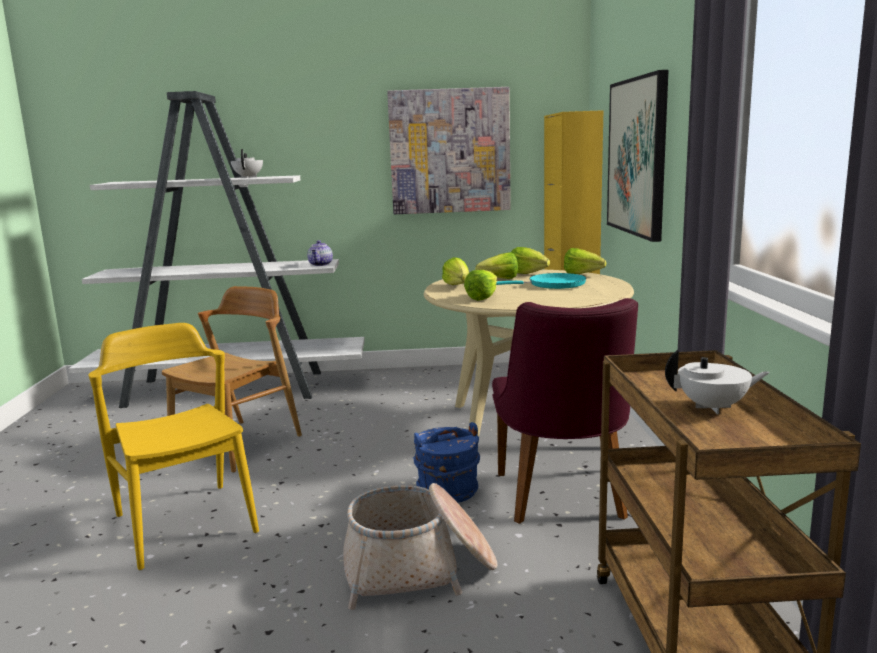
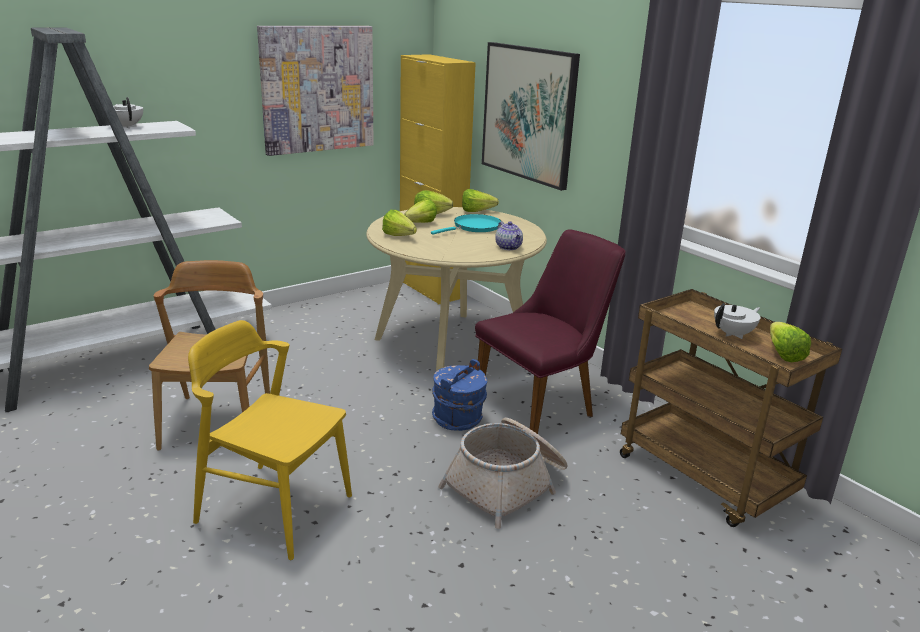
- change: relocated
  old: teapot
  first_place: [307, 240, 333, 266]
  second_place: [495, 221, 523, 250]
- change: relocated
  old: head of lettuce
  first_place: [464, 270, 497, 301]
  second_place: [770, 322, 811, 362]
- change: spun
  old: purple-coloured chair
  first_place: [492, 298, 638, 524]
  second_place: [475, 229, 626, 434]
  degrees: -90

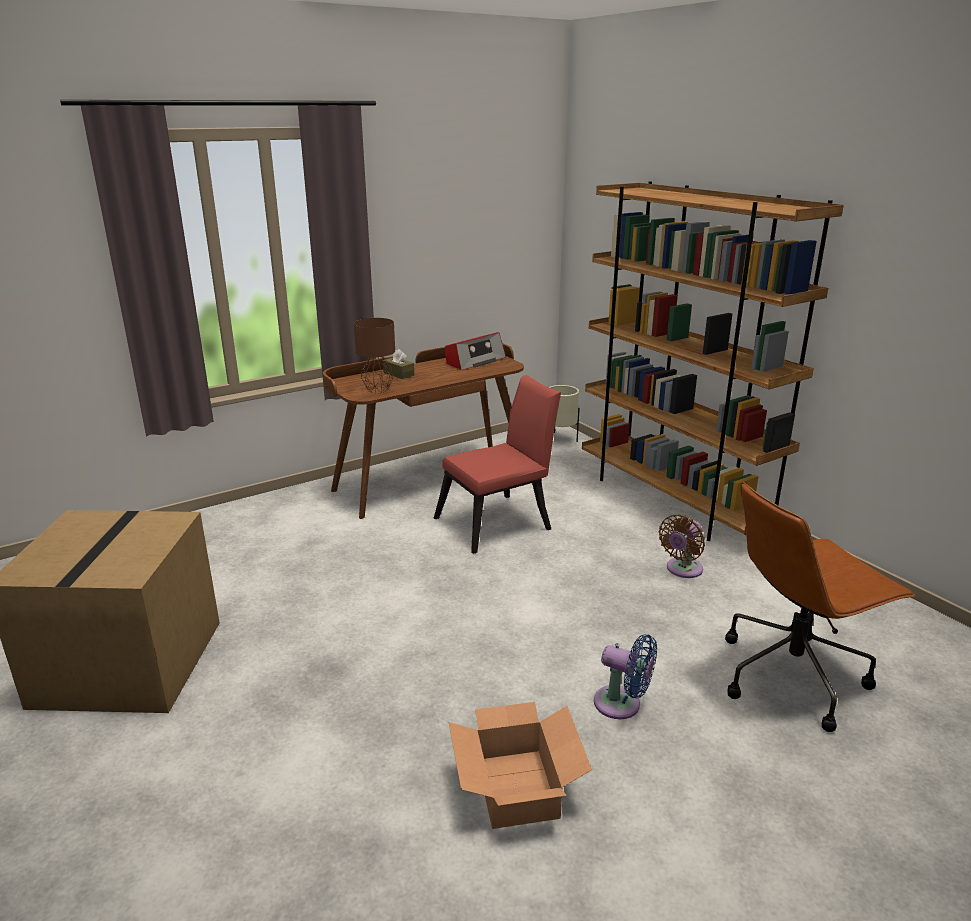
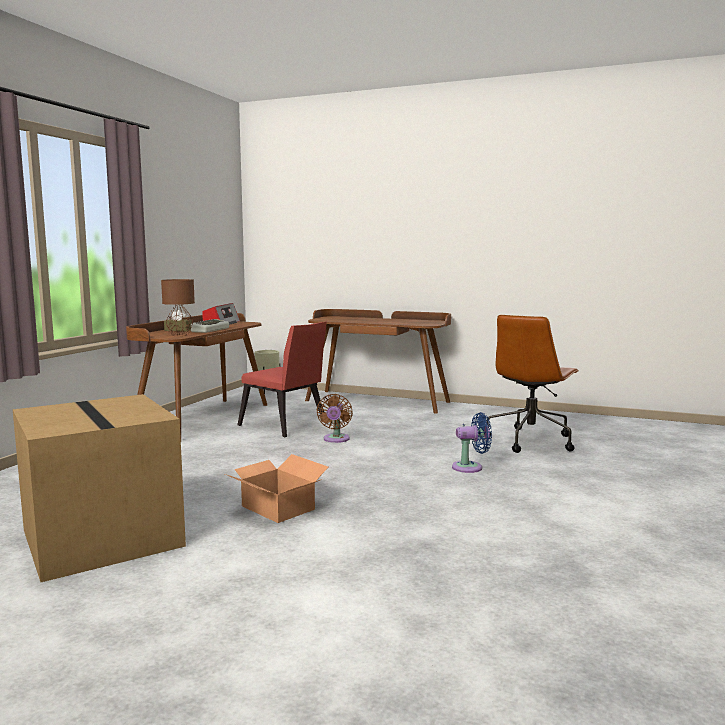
- change: exchanged
  old: brown shelving unit
  new: brown desk table
  first_place: [582, 181, 844, 541]
  second_place: [305, 309, 451, 414]
- change: spun
  old: reddish chair
  first_place: [434, 375, 561, 554]
  second_place: [238, 321, 327, 437]
  degrees: 105
- change: relocated
  old: brown electric fan
  first_place: [659, 515, 705, 578]
  second_place: [317, 394, 353, 443]
- change: relocated
  old: carton
  first_place: [449, 702, 592, 829]
  second_place: [225, 454, 328, 523]
- change: appeared
  new: keyboard
  second_place: [191, 319, 229, 333]

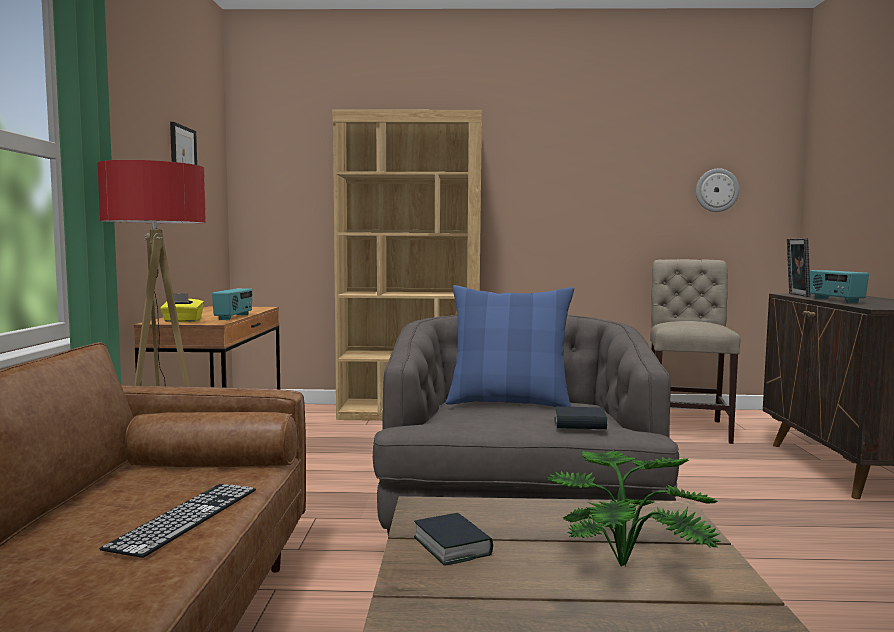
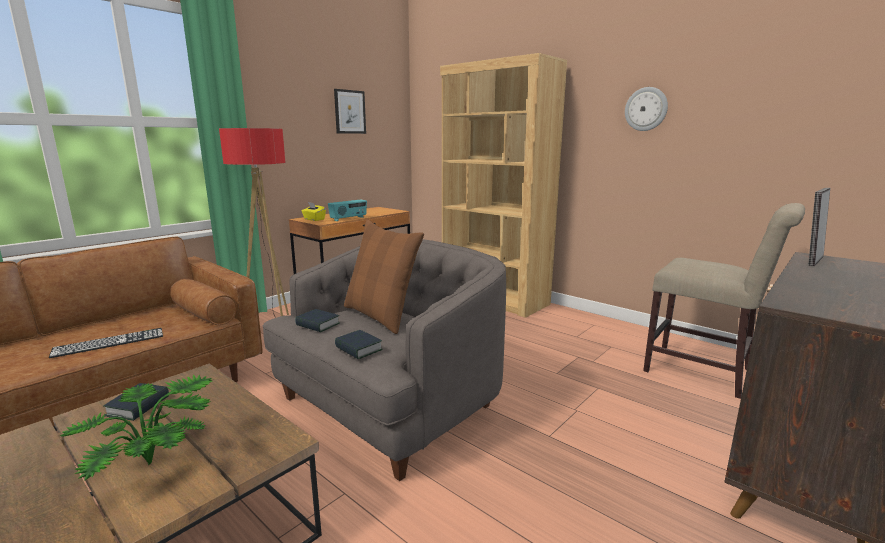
- change: relocated
  old: wall clock
  first_place: [696, 168, 739, 212]
  second_place: [625, 87, 668, 131]
- change: spun
  old: beige chair
  first_place: [650, 259, 740, 444]
  second_place: [643, 203, 805, 399]
  degrees: 75
- change: missing
  old: radio set
  first_place: [810, 270, 869, 303]
- change: colour
  old: blue throw pillow
  new: brown throw pillow
  first_place: [446, 285, 574, 407]
  second_place: [344, 220, 424, 334]
- change: appeared
  new: book
  second_place: [295, 309, 340, 332]

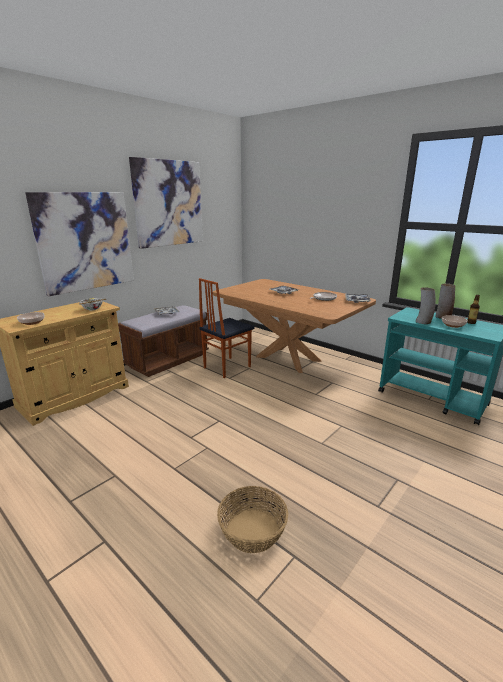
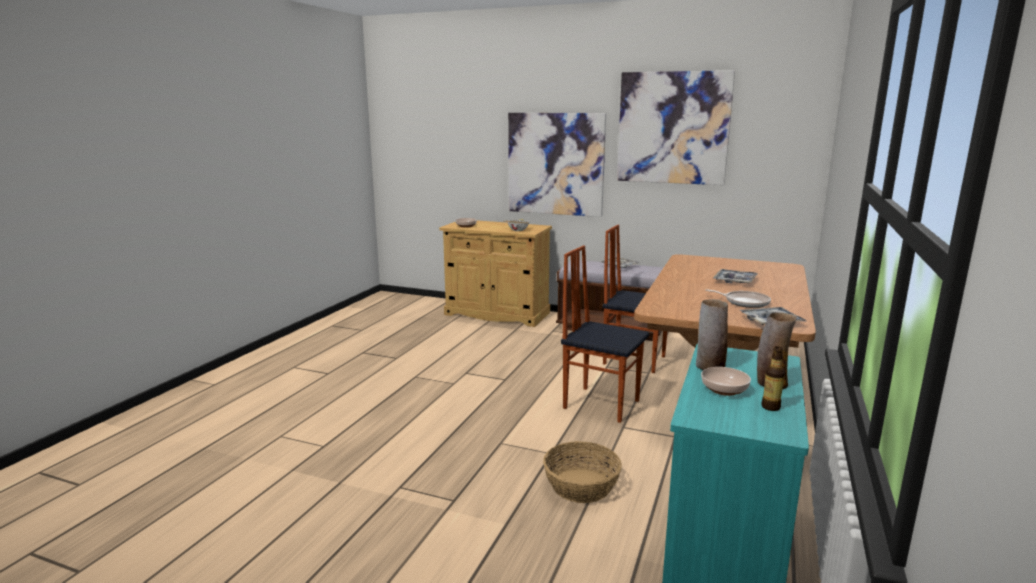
- change: relocated
  old: basket
  first_place: [217, 486, 288, 553]
  second_place: [543, 441, 622, 503]
- change: appeared
  new: chair
  second_place: [561, 245, 649, 423]

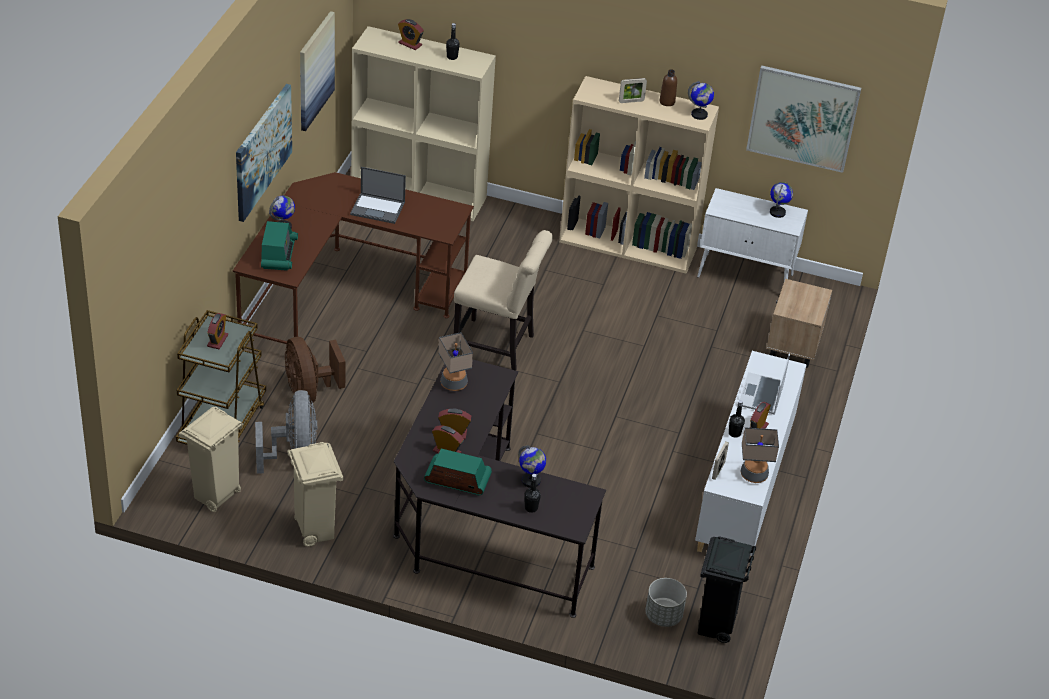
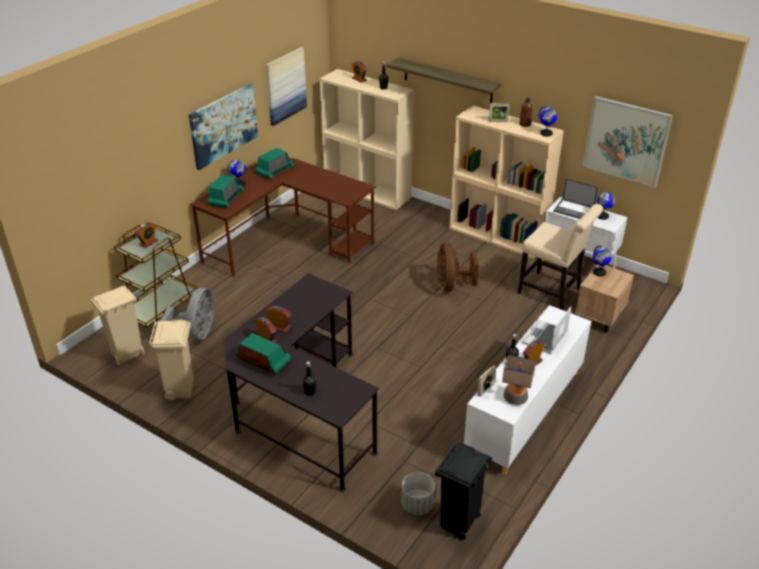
- change: relocated
  old: laptop
  first_place: [350, 167, 406, 224]
  second_place: [553, 179, 598, 219]
- change: relocated
  old: beige chair
  first_place: [452, 230, 553, 371]
  second_place: [518, 204, 603, 310]
- change: missing
  old: tabletop lamp
  first_place: [438, 332, 473, 391]
- change: relocated
  old: brown electric fan
  first_place: [285, 337, 345, 403]
  second_place: [437, 243, 479, 291]
- change: relocated
  old: world globe
  first_place: [519, 445, 546, 488]
  second_place: [593, 245, 612, 276]
- change: appeared
  new: bracket shelf
  second_place: [387, 57, 501, 103]
- change: appeared
  new: radio set
  second_place: [255, 148, 295, 179]

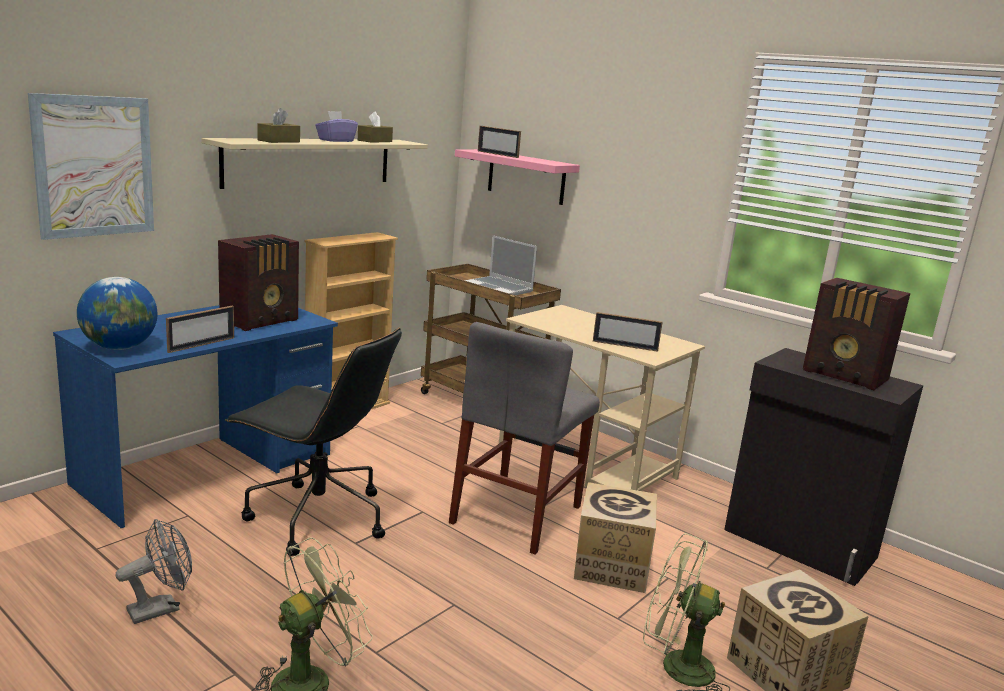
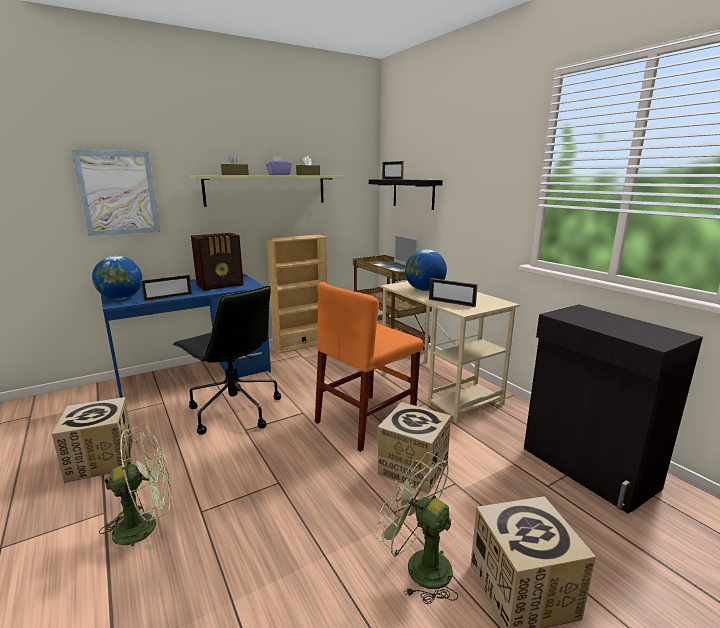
- change: colour
  old: pinkish bracket shelf
  new: blackish bracket shelf
  first_place: [455, 149, 580, 205]
  second_place: [369, 179, 443, 210]
- change: missing
  old: radio set
  first_place: [803, 278, 910, 390]
- change: colour
  old: gray chair
  new: orange chair
  first_place: [449, 322, 600, 554]
  second_place: [315, 282, 423, 452]
- change: exchanged
  old: gray electric fan
  new: carton
  first_place: [115, 519, 192, 624]
  second_place: [52, 397, 133, 483]
- change: appeared
  new: world globe
  second_place: [405, 249, 447, 291]

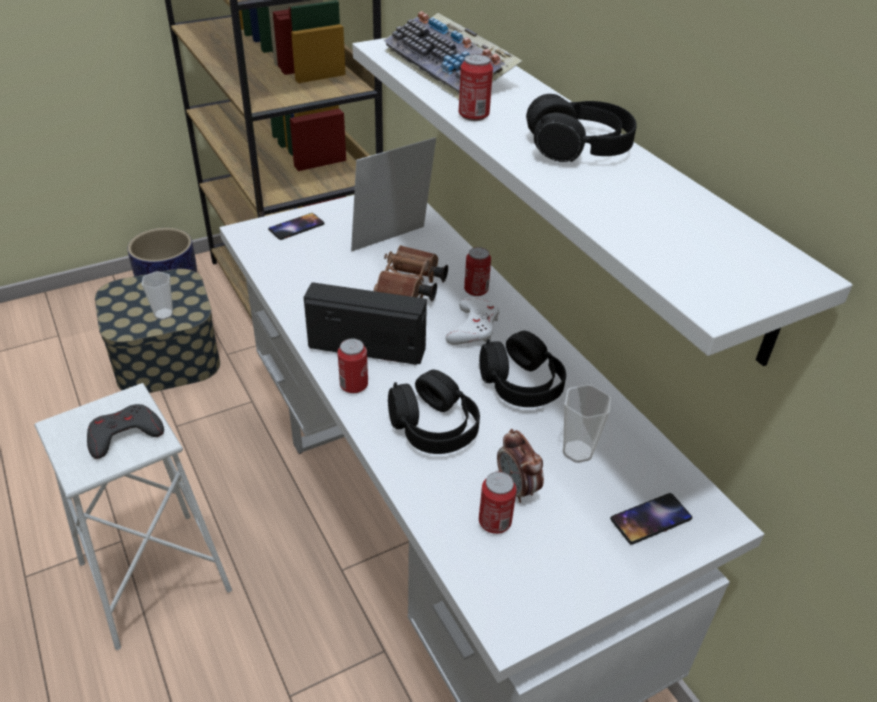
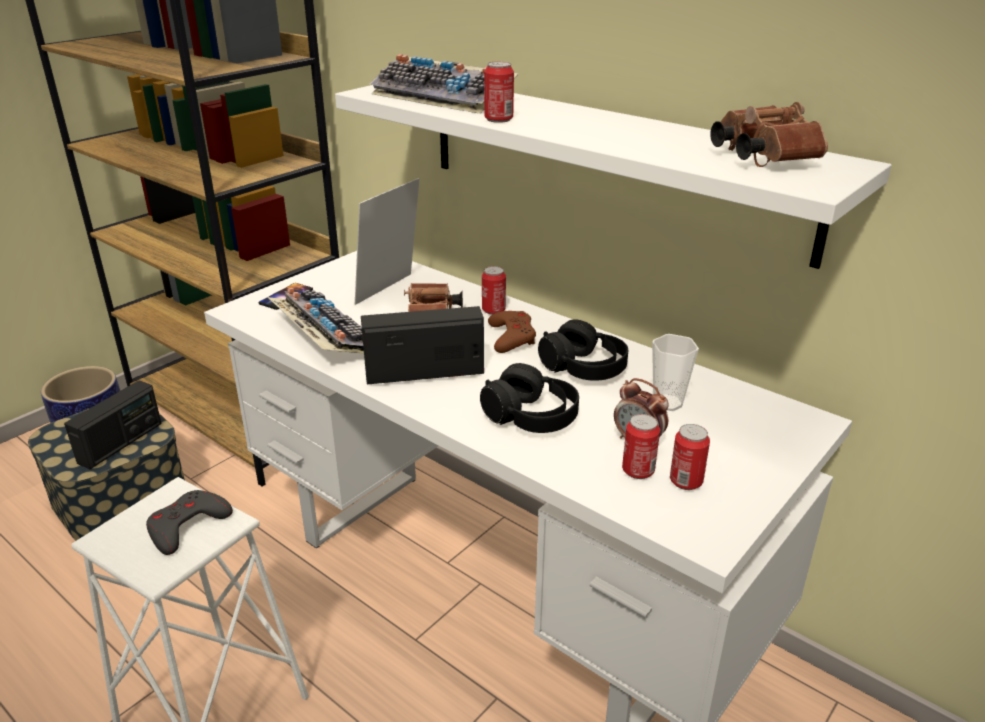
- change: missing
  old: blackish pair of headphones
  first_place: [526, 94, 636, 162]
- change: exchanged
  old: cup
  new: radio set
  first_place: [142, 271, 173, 320]
  second_place: [64, 380, 162, 469]
- change: colour
  old: whitish game controller
  new: brown game controller
  first_place: [446, 297, 499, 345]
  second_place: [488, 311, 536, 353]
- change: relocated
  old: can
  first_place: [338, 338, 368, 394]
  second_place: [670, 424, 710, 490]
- change: missing
  old: telephone
  first_place: [610, 493, 692, 545]
- change: appeared
  new: brown field glasses
  second_place: [710, 102, 828, 167]
- change: appeared
  new: keyboard
  second_place: [268, 288, 364, 354]

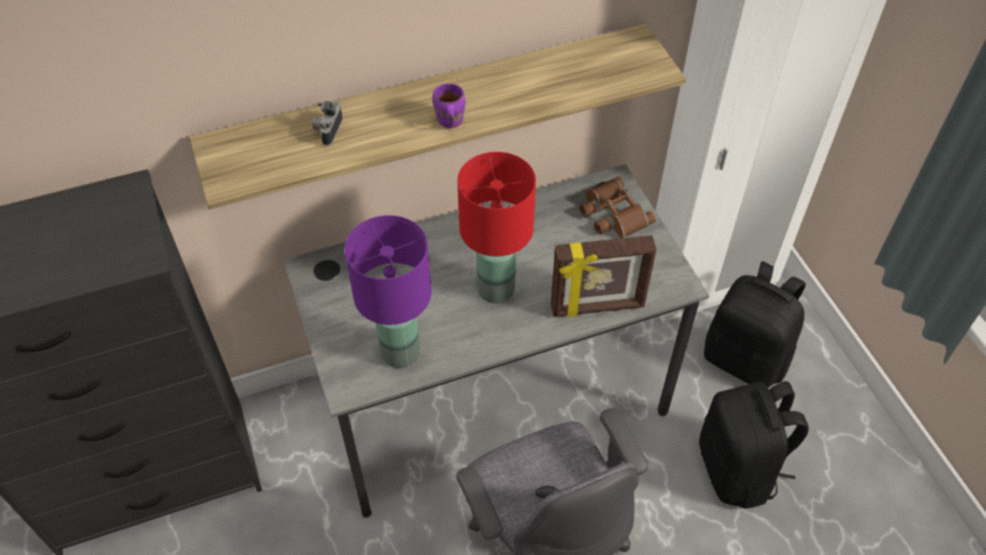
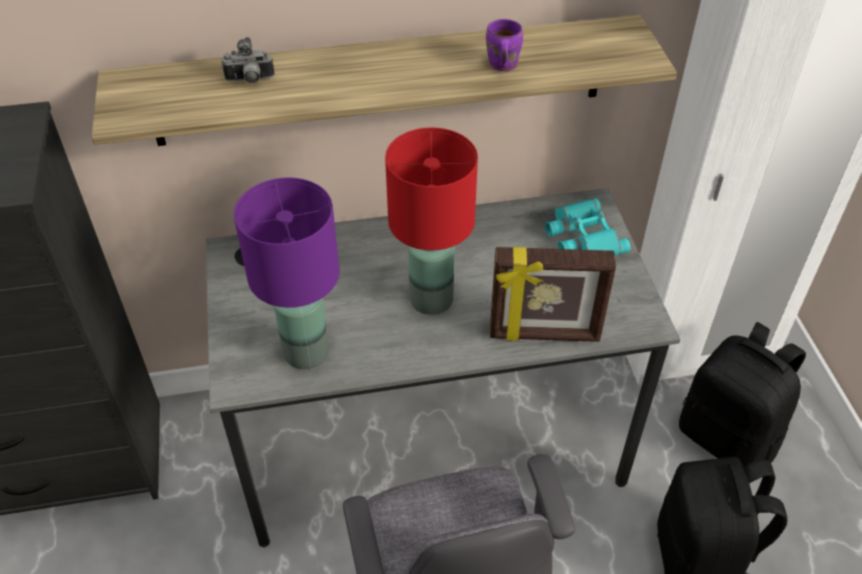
- change: relocated
  old: purple-coloured coffee mug
  first_place: [432, 83, 465, 128]
  second_place: [486, 19, 523, 71]
- change: spun
  old: still camera
  first_place: [312, 100, 343, 146]
  second_place: [221, 37, 275, 83]
  degrees: -120
- change: colour
  old: brown field glasses
  new: turquoise field glasses
  first_place: [580, 177, 656, 238]
  second_place: [545, 198, 631, 256]

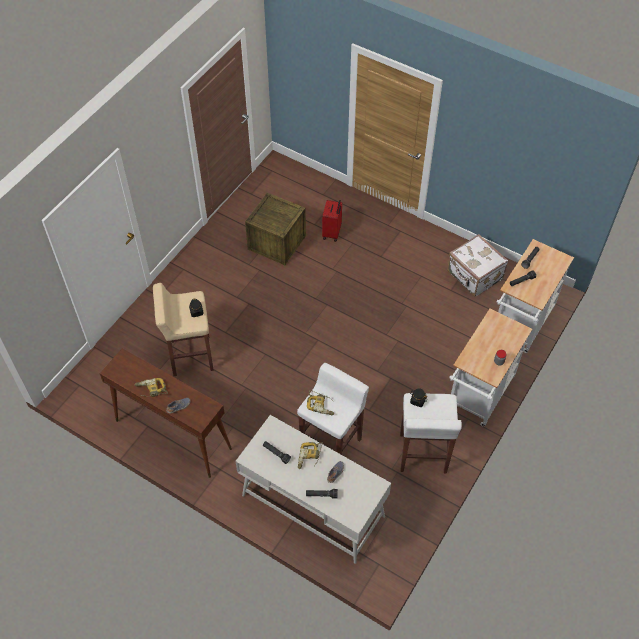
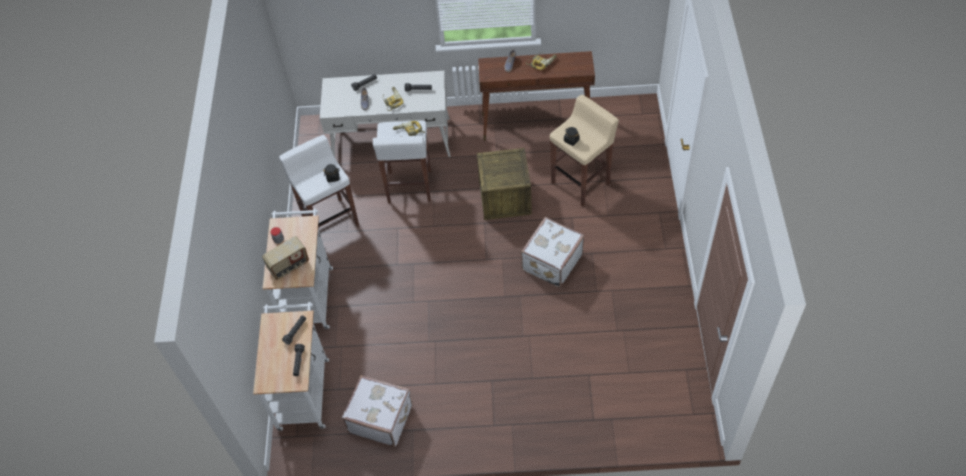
- change: relocated
  old: crate
  first_place: [245, 192, 306, 265]
  second_place: [477, 148, 532, 220]
- change: missing
  old: reddish suitcase
  first_place: [322, 200, 342, 242]
- change: appeared
  new: whitish suitcase
  second_place: [521, 217, 584, 287]
- change: appeared
  new: radio set
  second_place: [262, 236, 309, 280]

